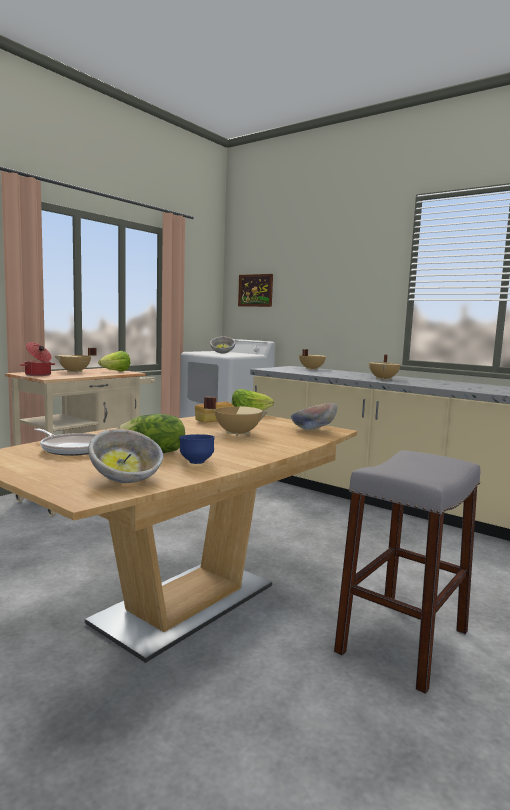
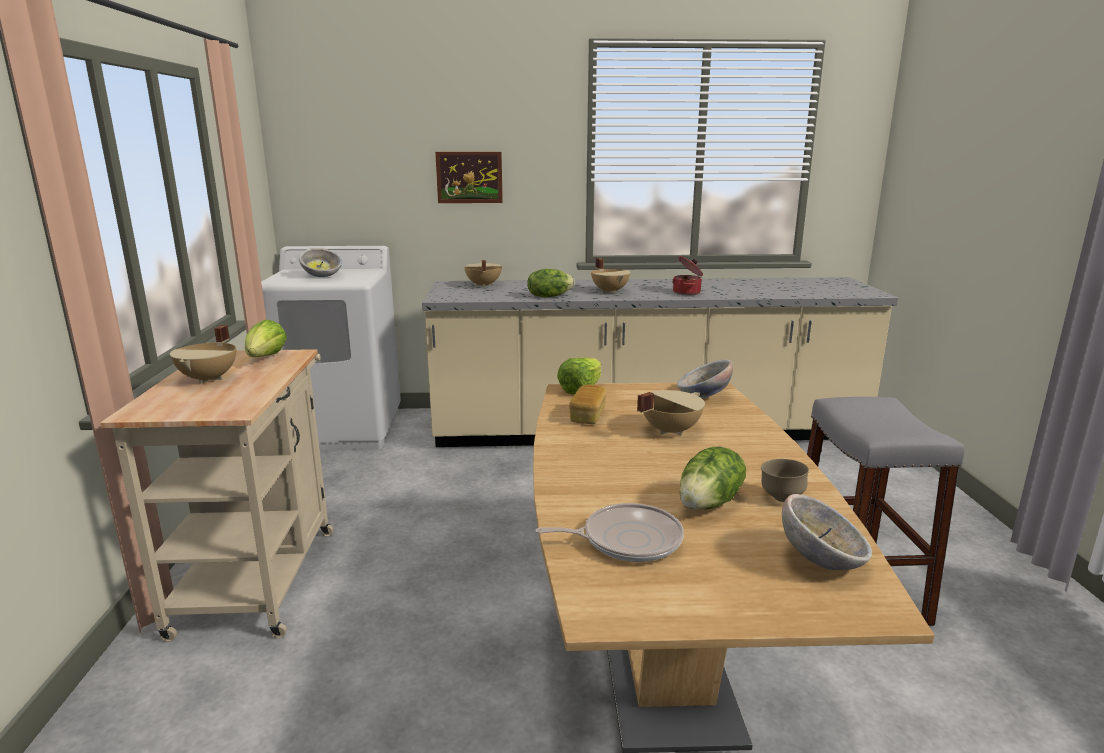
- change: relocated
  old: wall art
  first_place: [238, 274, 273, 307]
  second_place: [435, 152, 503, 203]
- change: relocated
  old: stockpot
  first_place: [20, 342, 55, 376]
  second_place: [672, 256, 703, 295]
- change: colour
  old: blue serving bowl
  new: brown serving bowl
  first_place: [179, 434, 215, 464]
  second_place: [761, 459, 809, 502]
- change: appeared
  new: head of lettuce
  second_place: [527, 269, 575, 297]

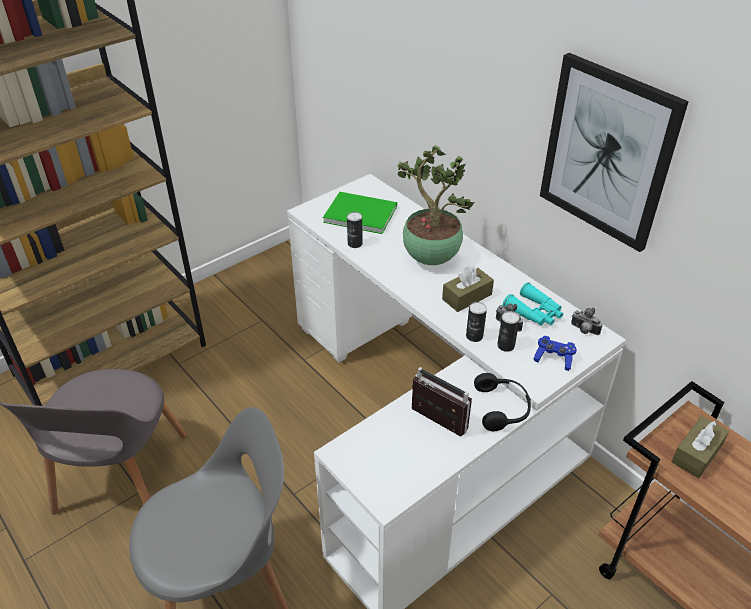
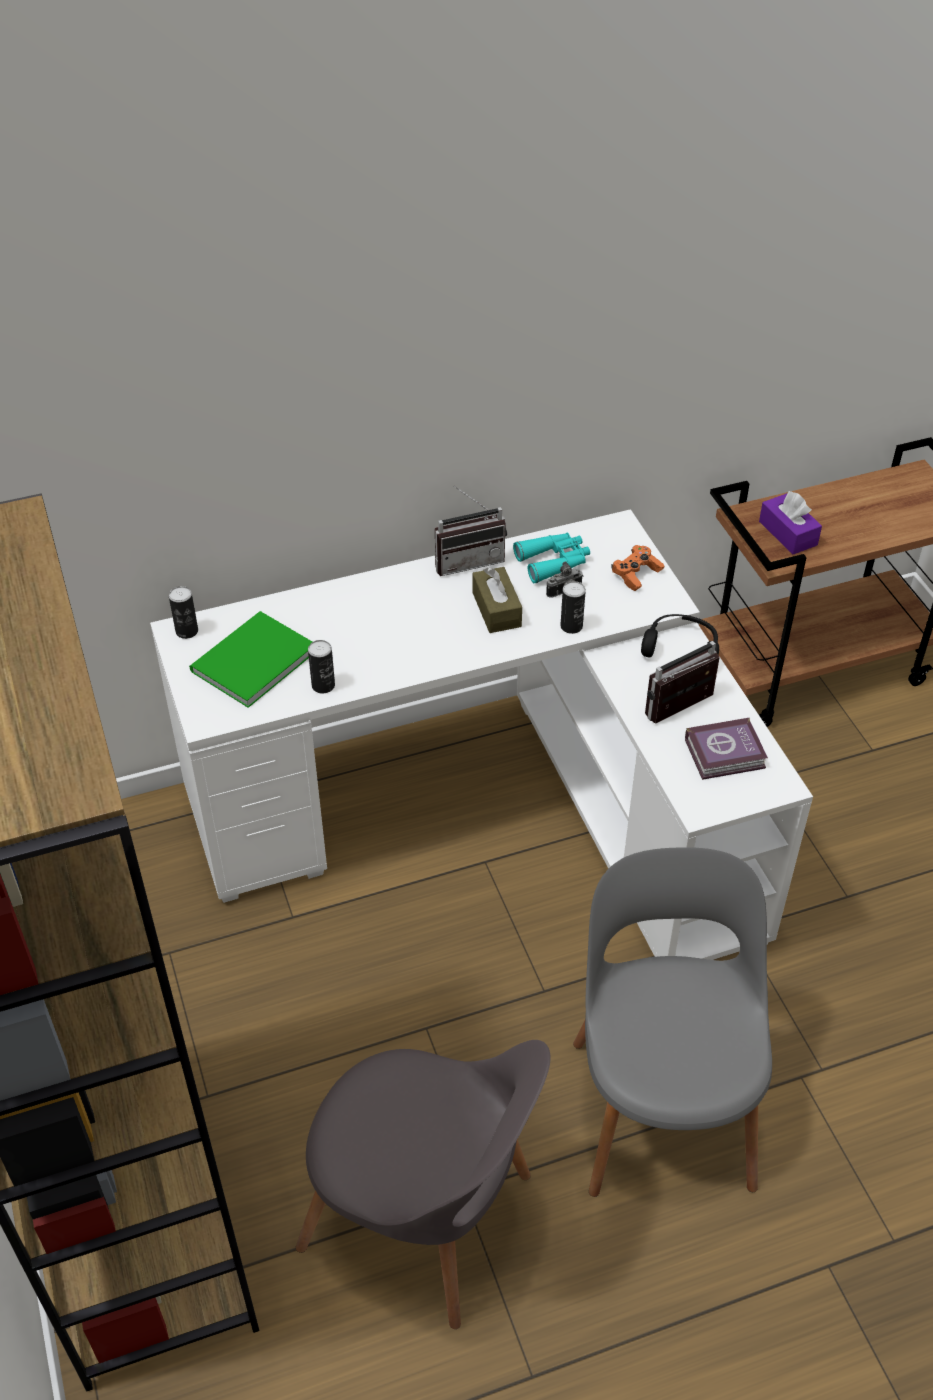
- change: missing
  old: wall art
  first_place: [540, 53, 689, 252]
- change: missing
  old: houseplant
  first_place: [398, 145, 474, 265]
- change: missing
  old: still camera
  first_place: [571, 308, 603, 335]
- change: relocated
  old: can
  first_place: [497, 311, 520, 352]
  second_place: [169, 586, 198, 639]
- change: colour
  old: blue game controller
  new: orange game controller
  first_place: [533, 336, 577, 371]
  second_place: [612, 545, 664, 591]
- change: colour
  old: brown tissue box
  new: purple-coloured tissue box
  first_place: [671, 416, 729, 478]
  second_place: [759, 491, 822, 554]
- change: appeared
  new: radio set
  second_place: [435, 486, 507, 576]
- change: appeared
  new: book
  second_place: [685, 717, 768, 780]

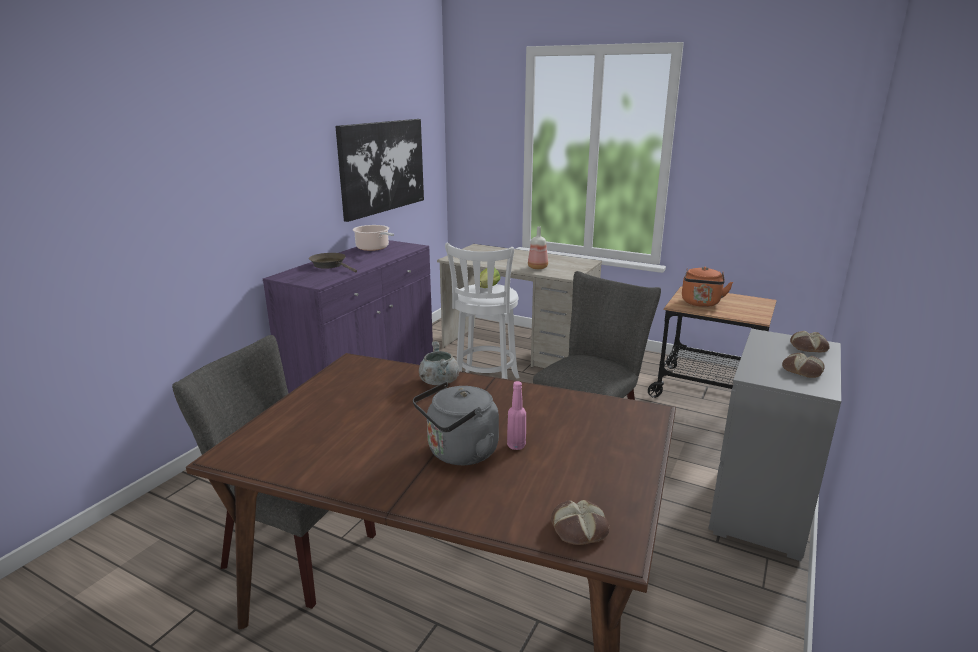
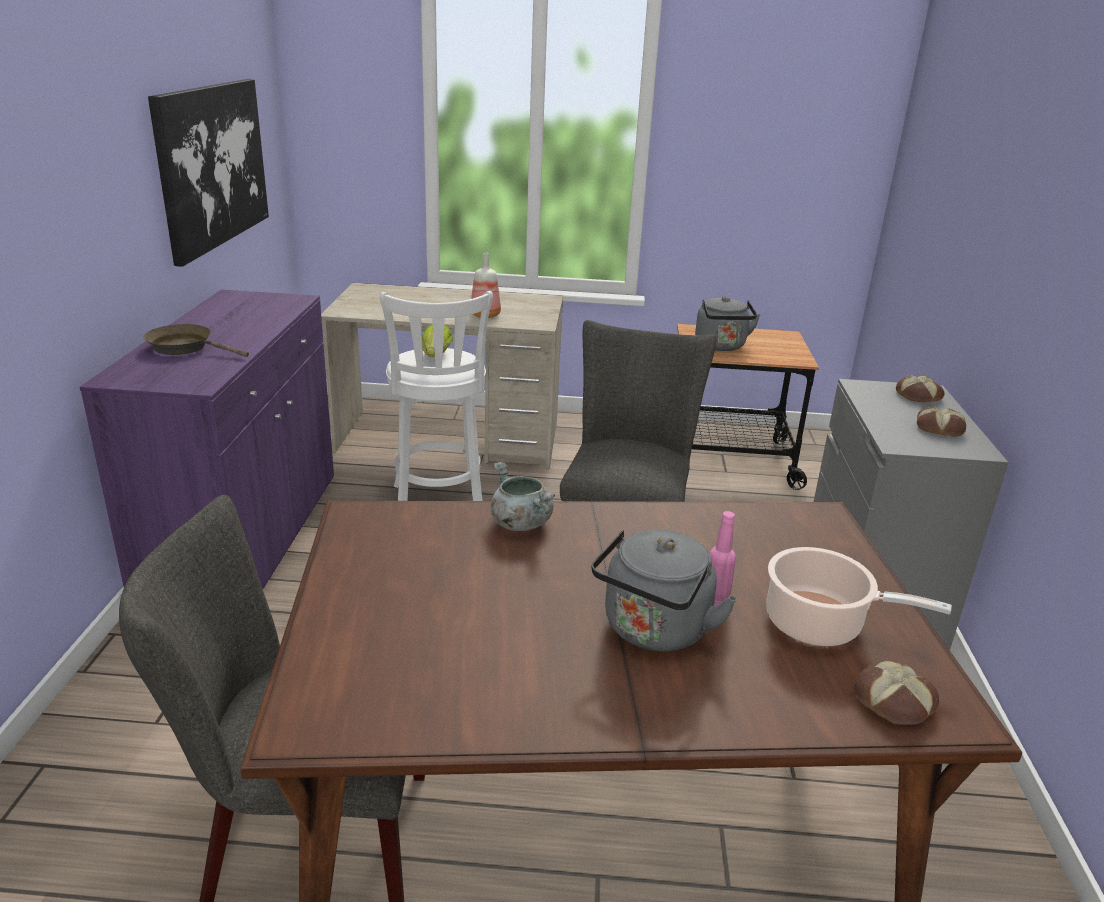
- change: relocated
  old: stockpot
  first_place: [353, 225, 394, 251]
  second_place: [766, 547, 952, 646]
- change: colour
  old: orange water kettle
  new: gray water kettle
  first_place: [682, 267, 733, 307]
  second_place: [695, 296, 760, 351]

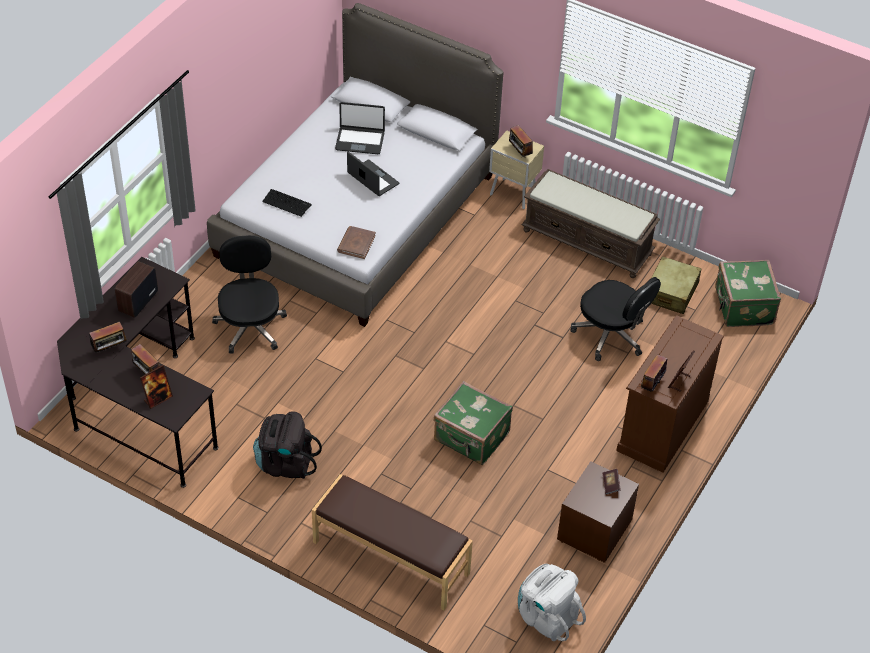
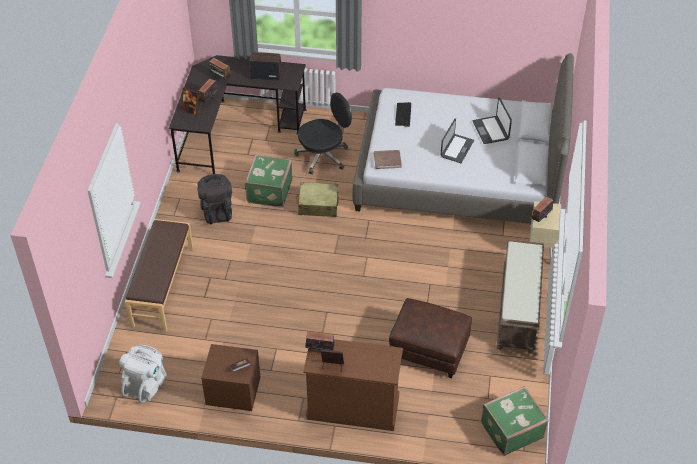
- change: relocated
  old: beige suitcase
  first_place: [651, 256, 701, 314]
  second_place: [297, 182, 339, 217]
- change: exchanged
  old: blackish computer chair
  new: brown ottoman
  first_place: [570, 277, 661, 361]
  second_place: [389, 298, 472, 379]
- change: relocated
  old: green suitcase
  first_place: [433, 381, 513, 465]
  second_place: [245, 154, 292, 208]

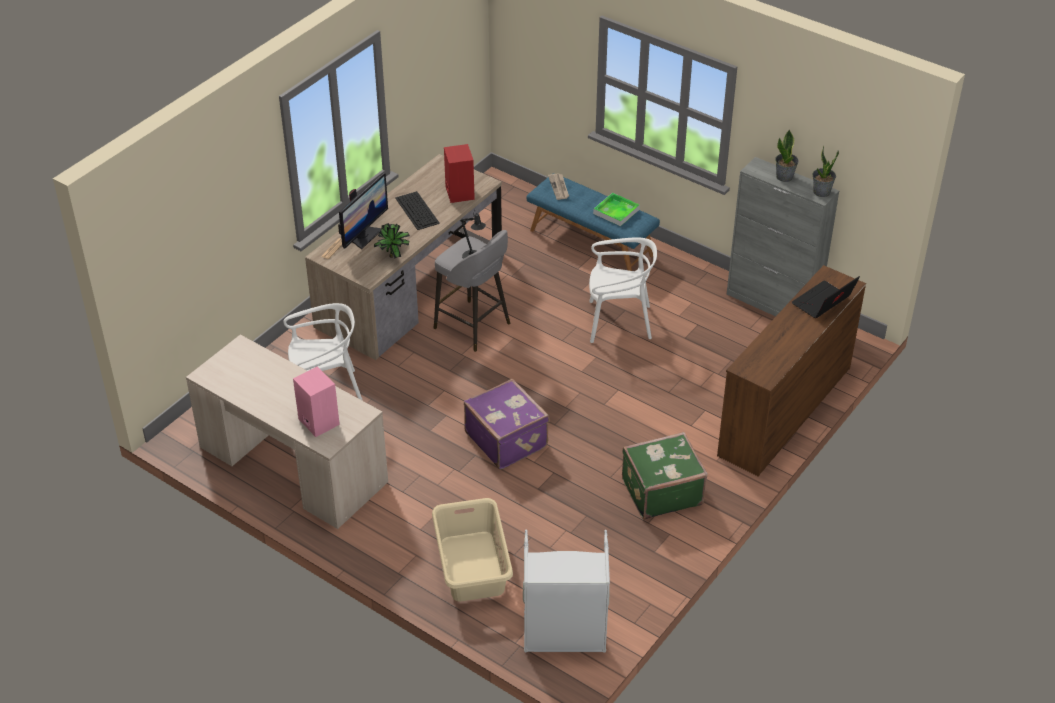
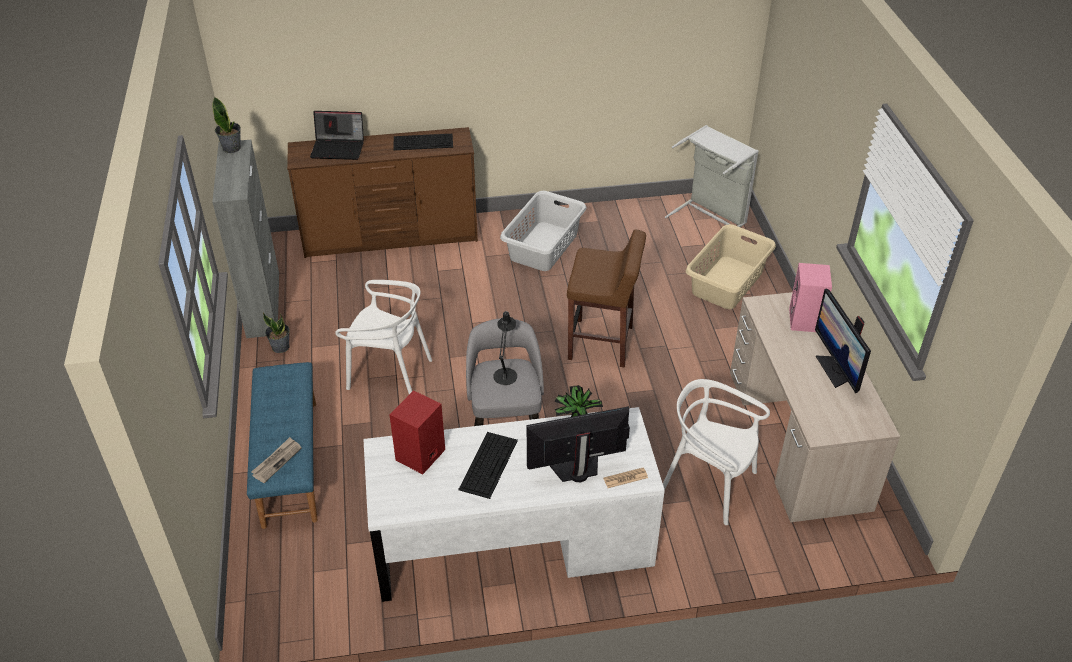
- change: relocated
  old: houseplant
  first_place: [775, 129, 799, 182]
  second_place: [263, 313, 290, 353]
- change: colour
  old: brown desk table
  new: whitish desk table
  first_place: [305, 154, 502, 360]
  second_place: [363, 407, 665, 602]
- change: missing
  old: tray
  first_place: [593, 193, 640, 226]
- change: spun
  old: whitish chair
  first_place: [589, 237, 657, 343]
  second_place: [335, 280, 432, 394]
  degrees: 150
- change: exchanged
  old: purple-coloured suitcase
  new: brown stool
  first_place: [464, 379, 549, 469]
  second_place: [567, 230, 646, 367]
- change: exchanged
  old: green suitcase
  new: gray laundry basket
  first_place: [622, 432, 708, 520]
  second_place: [500, 191, 587, 271]
- change: appeared
  new: keyboard
  second_place: [393, 134, 453, 150]
- change: appeared
  new: computer screen
  second_place: [815, 289, 871, 393]

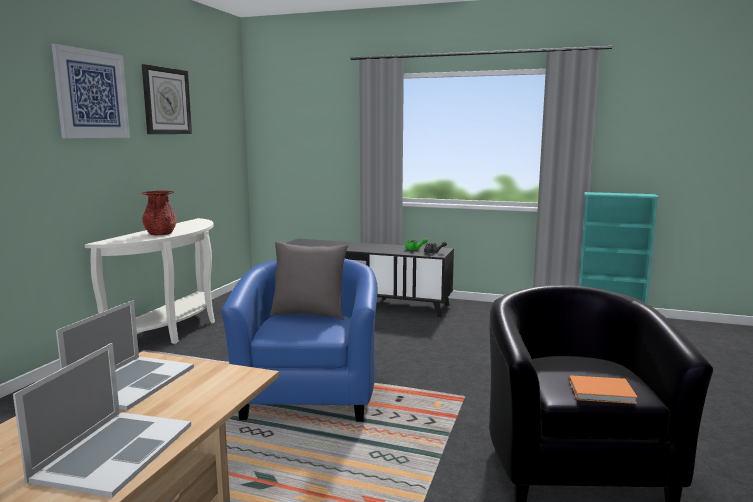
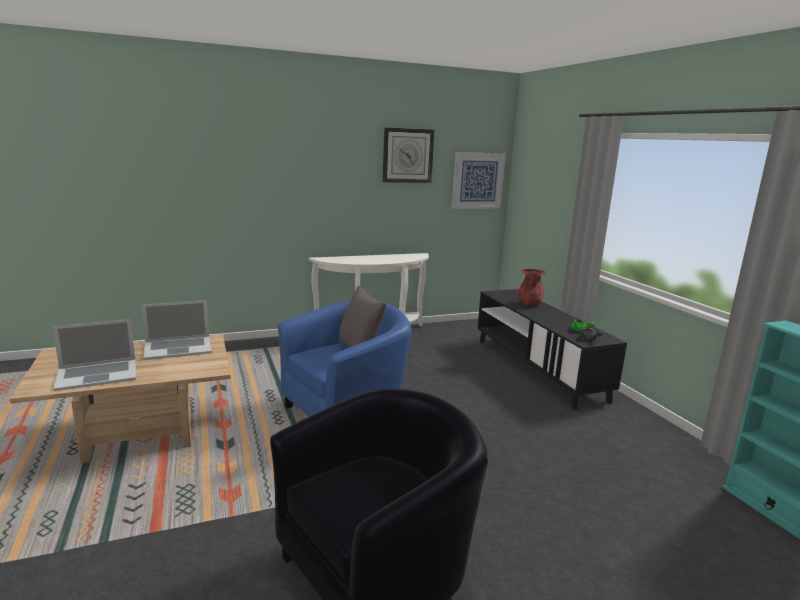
- change: relocated
  old: wall art
  first_place: [52, 44, 130, 138]
  second_place: [452, 152, 506, 209]
- change: relocated
  old: reddish flower vase
  first_place: [141, 191, 177, 235]
  second_place: [518, 269, 546, 306]
- change: missing
  old: orange book
  first_place: [569, 375, 638, 404]

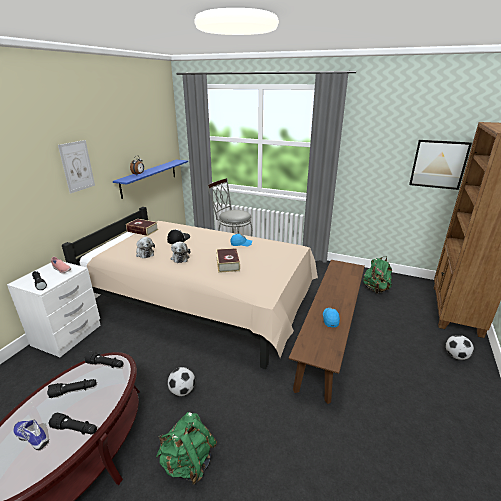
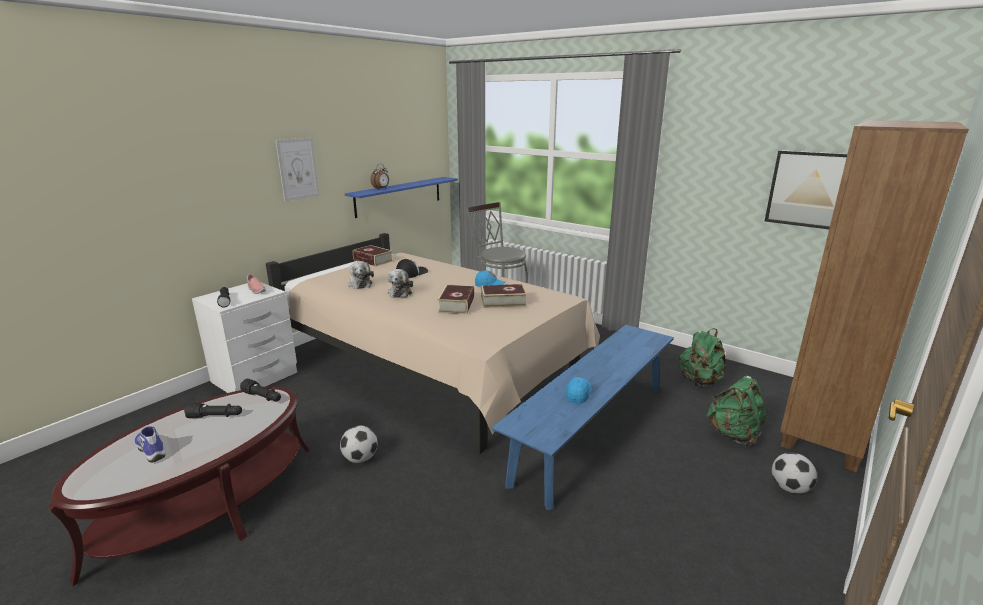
- change: colour
  old: brown bench
  new: blue bench
  first_place: [289, 260, 365, 404]
  second_place: [491, 325, 674, 510]
- change: relocated
  old: green rucksack
  first_place: [156, 412, 217, 485]
  second_place: [707, 376, 766, 447]
- change: missing
  old: blackish torch
  first_place: [49, 413, 97, 435]
- change: appeared
  new: book
  second_place: [481, 284, 527, 308]

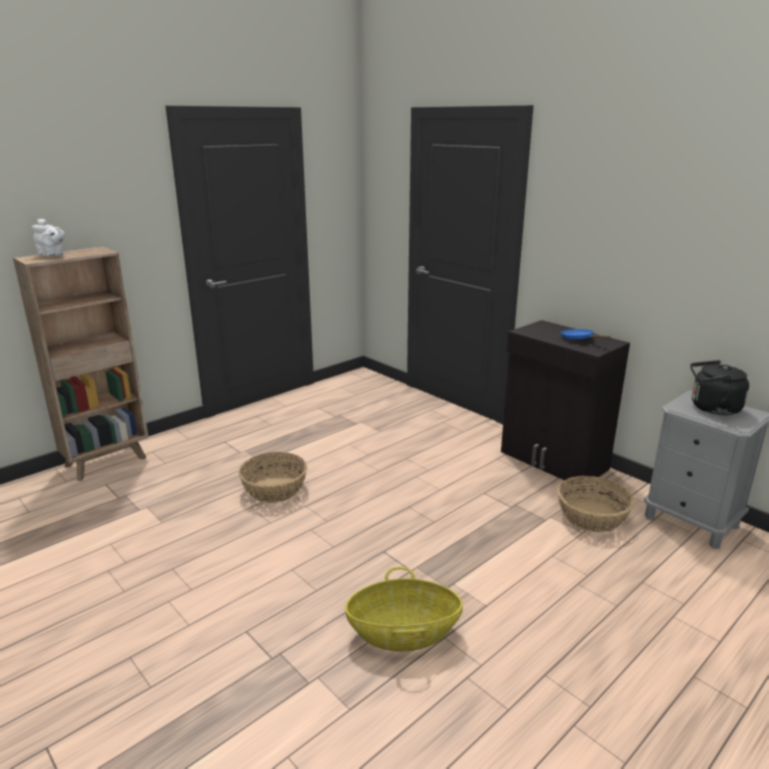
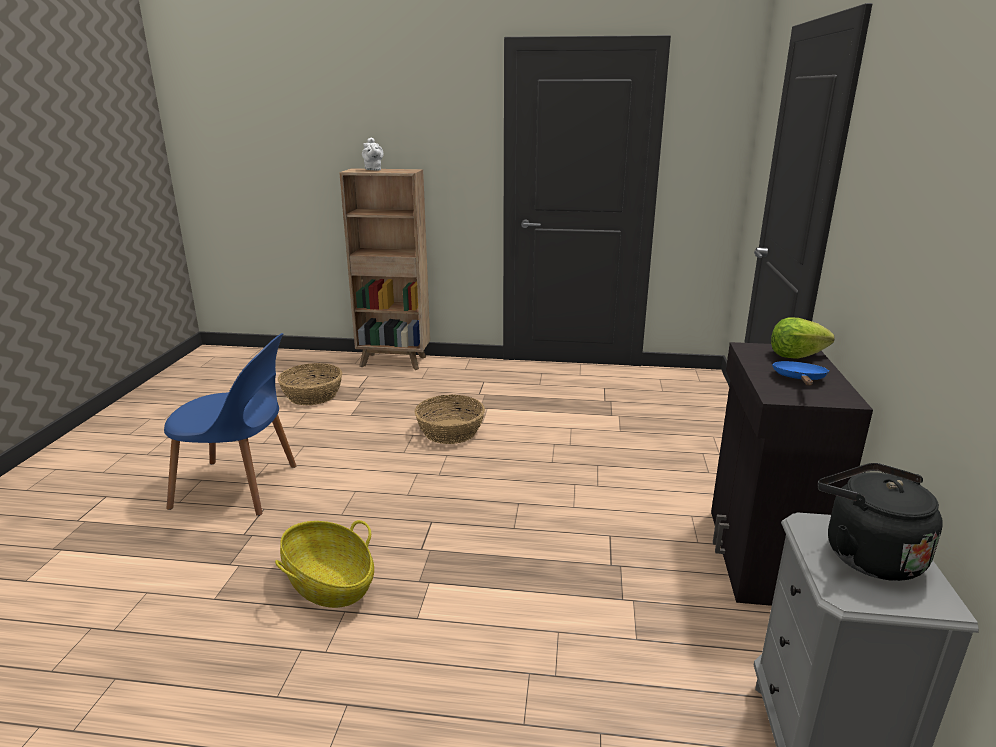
- change: relocated
  old: basket
  first_place: [557, 476, 634, 533]
  second_place: [278, 363, 342, 405]
- change: appeared
  new: head of lettuce
  second_place: [771, 318, 835, 359]
- change: appeared
  new: blue chair
  second_place: [164, 333, 296, 516]

